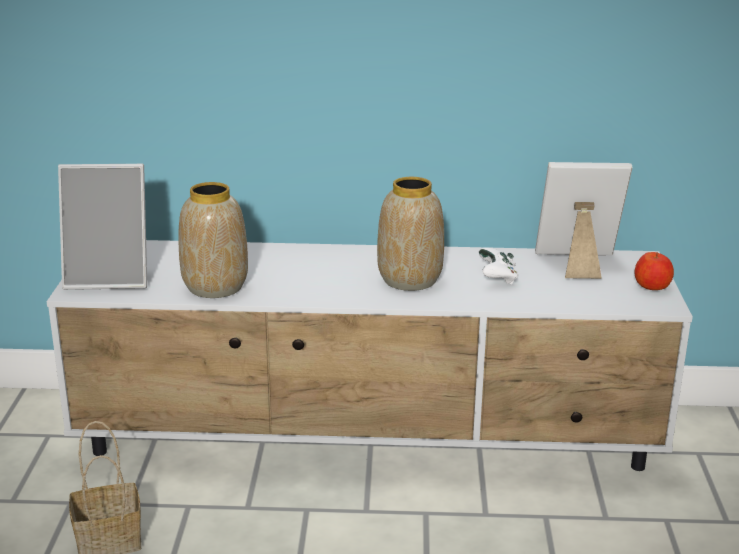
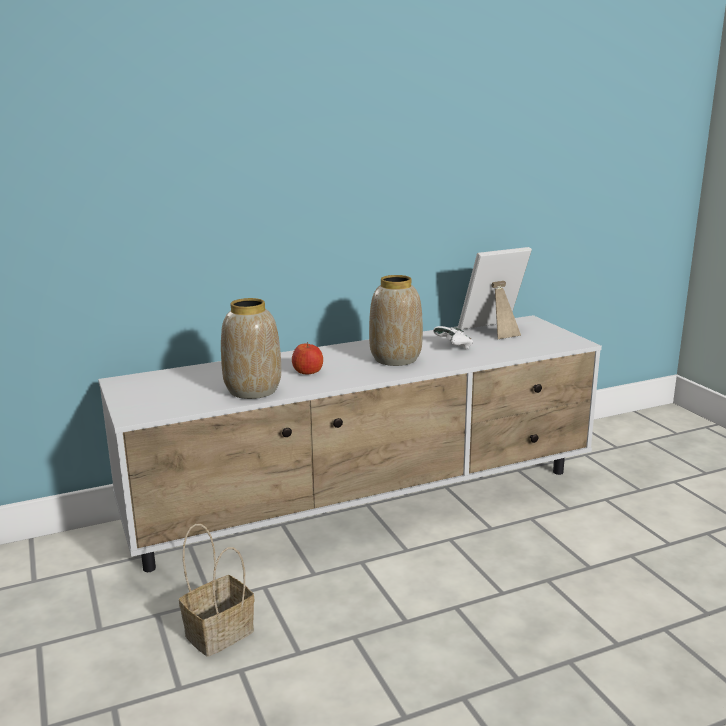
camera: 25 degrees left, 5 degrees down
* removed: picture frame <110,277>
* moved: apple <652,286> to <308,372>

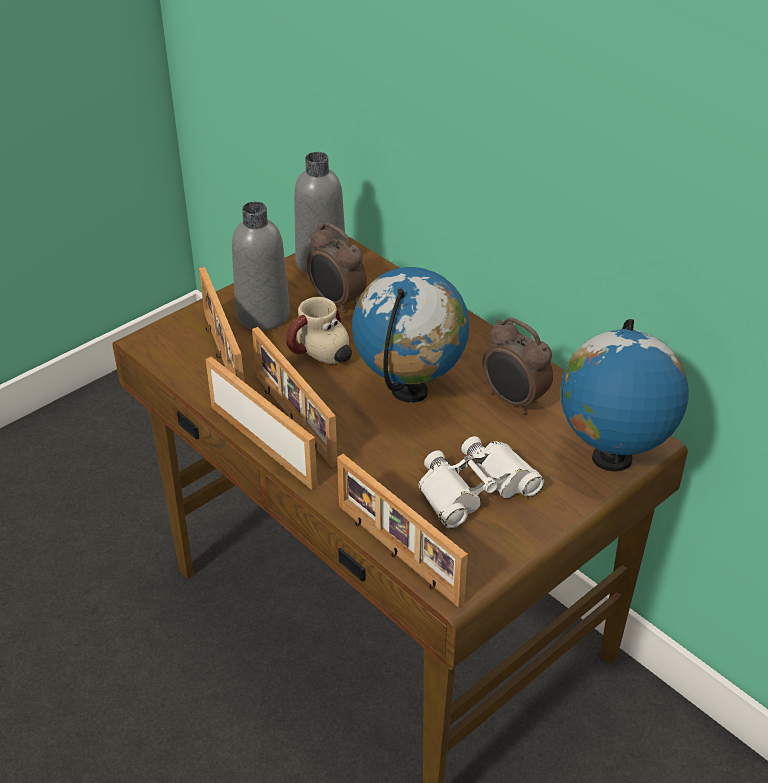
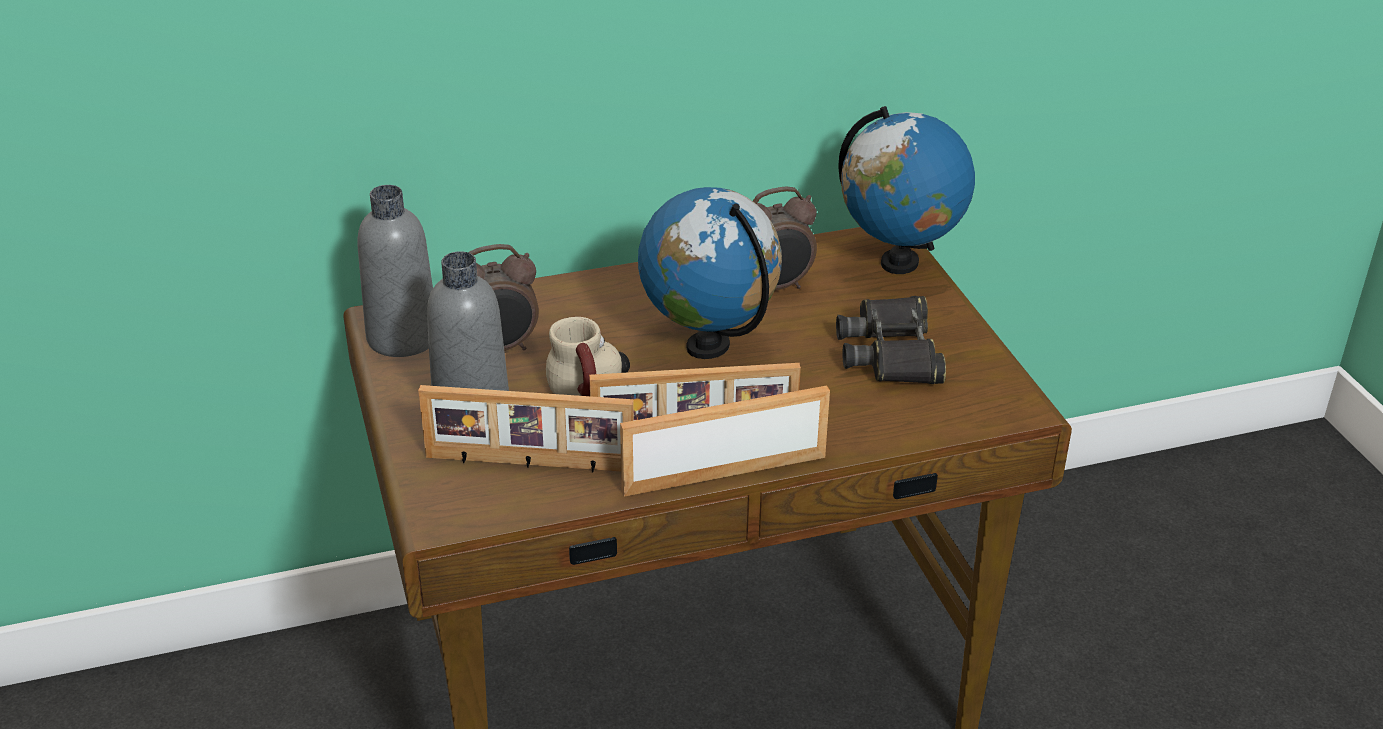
camera: 65 degrees left, 5 degrees down
* recoloured: binoculars in white <475,489> to binoculars in black <891,352>
* removed: picture frame <396,554>

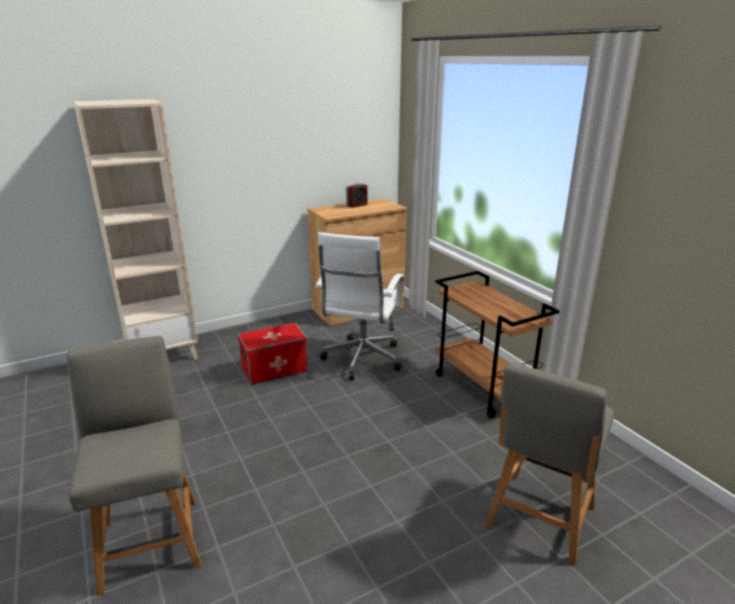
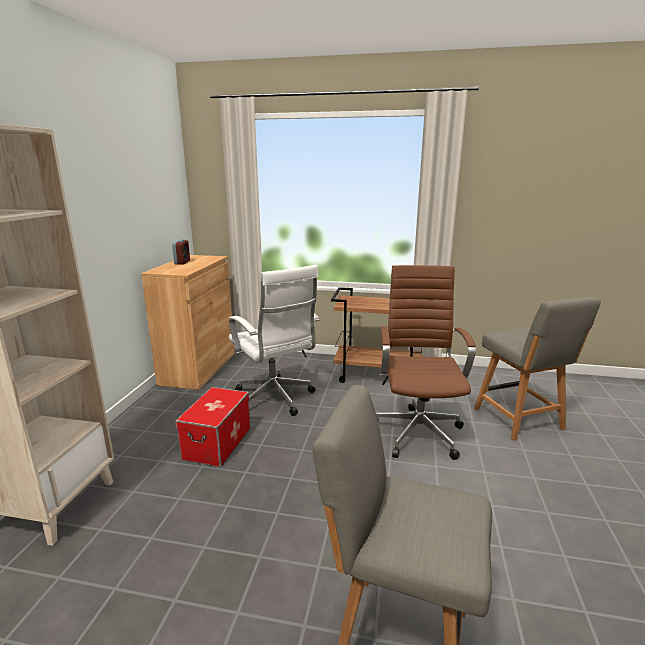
camera: 50 degrees left, 5 degrees down
* added: office chair in brown <417,431>

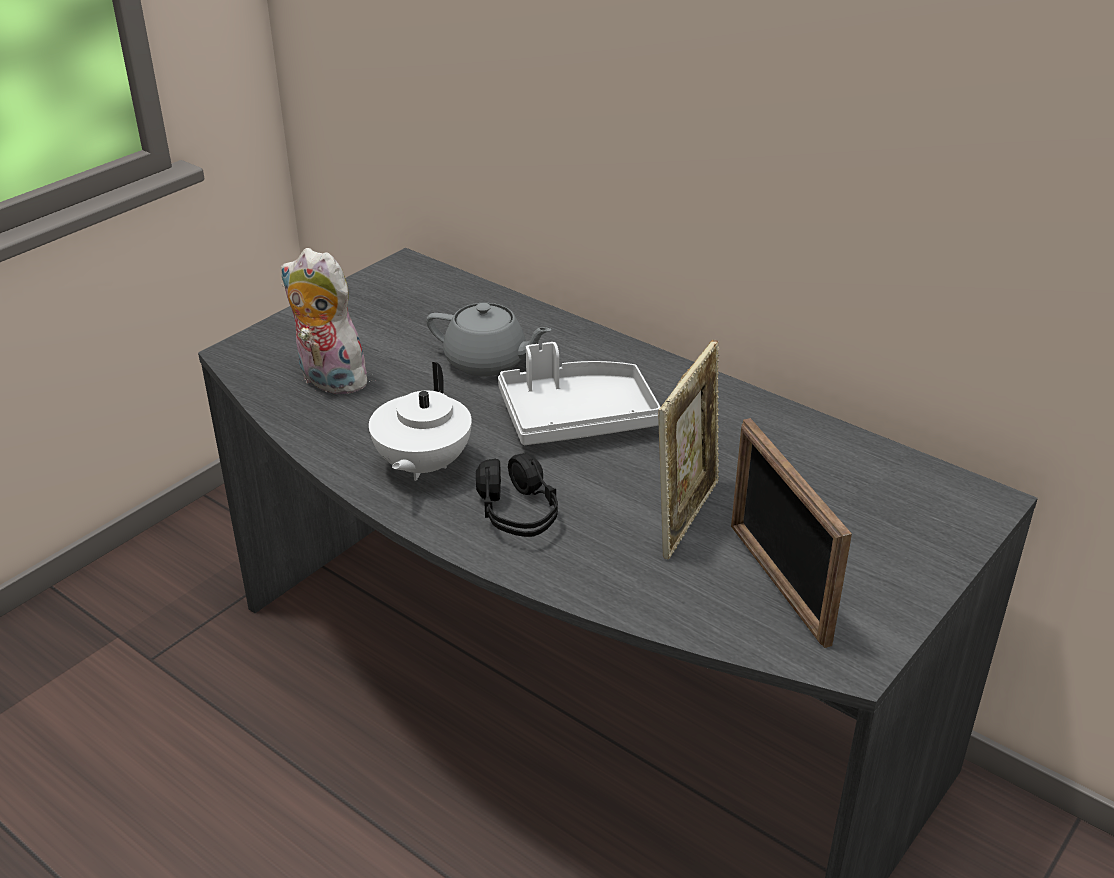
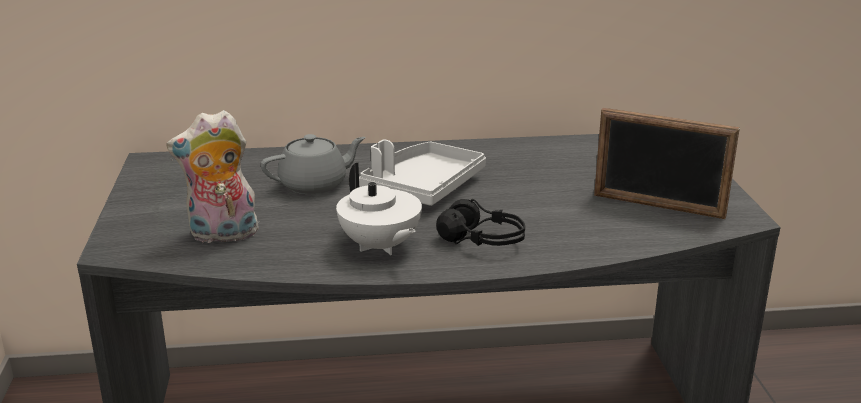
camera: 45 degrees left, 10 degrees down
* removed: picture frame <686,516>

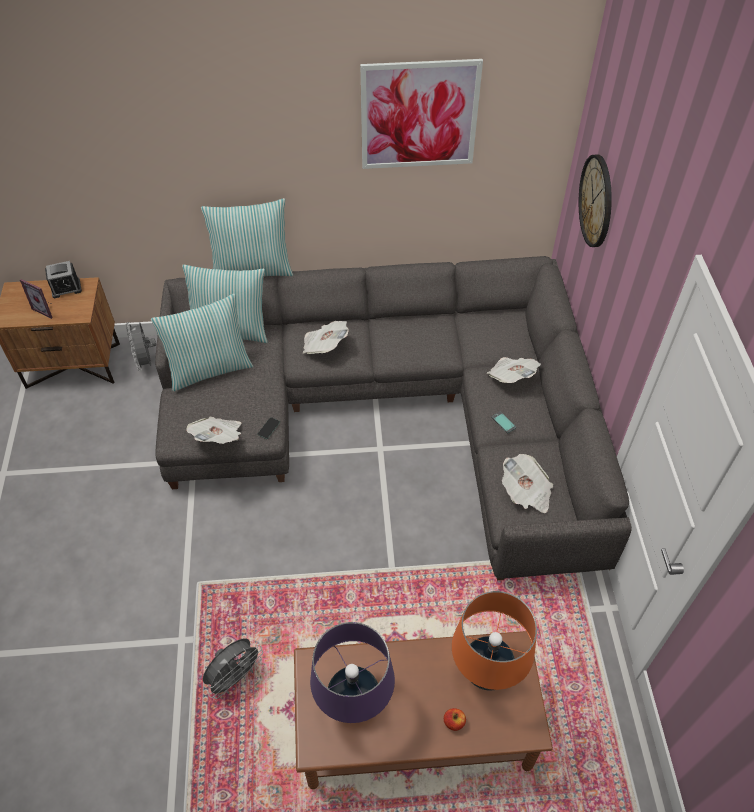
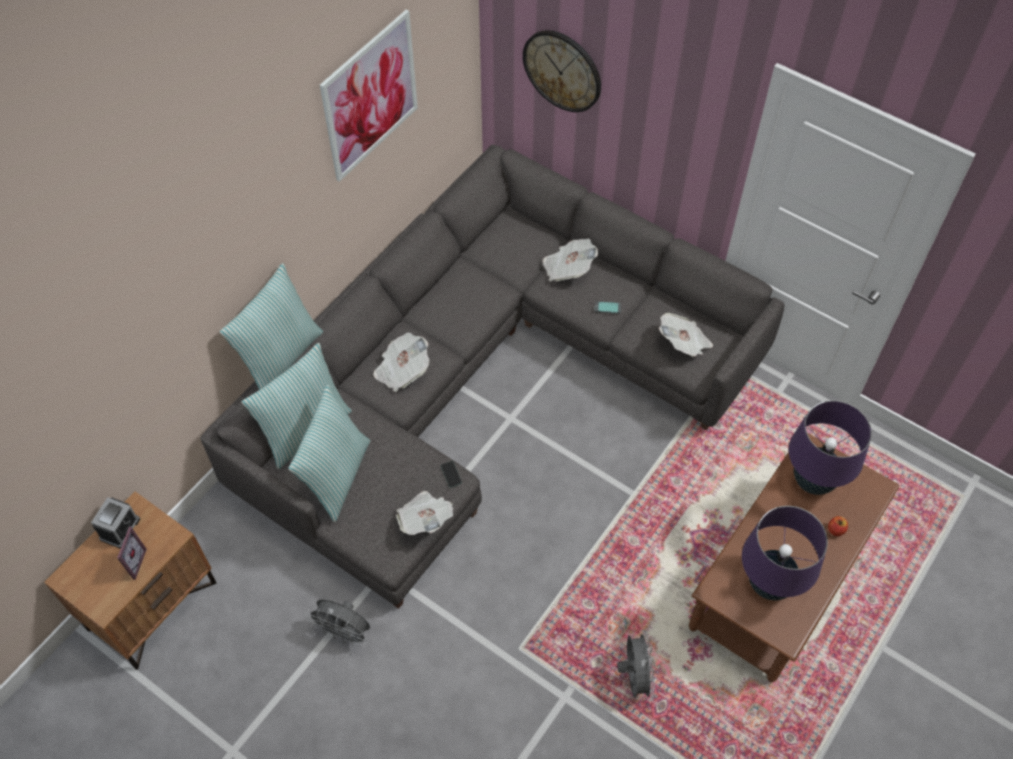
camera: 50 degrees left, 5 degrees up
* turned: picture frame <47,309> = <131,562> 60 degrees counterclockwise
* moved: fan in grey <146,362> to <344,632>
* recoloured: table lamp in orange <486,671> to table lamp in purple <813,480>

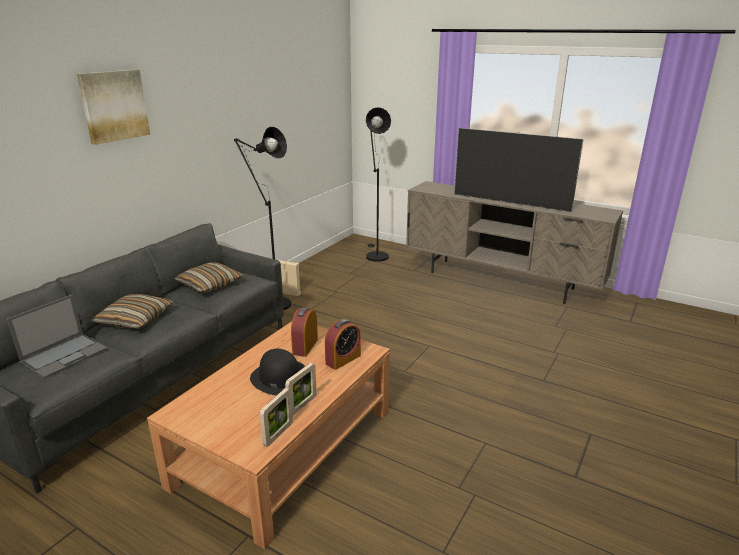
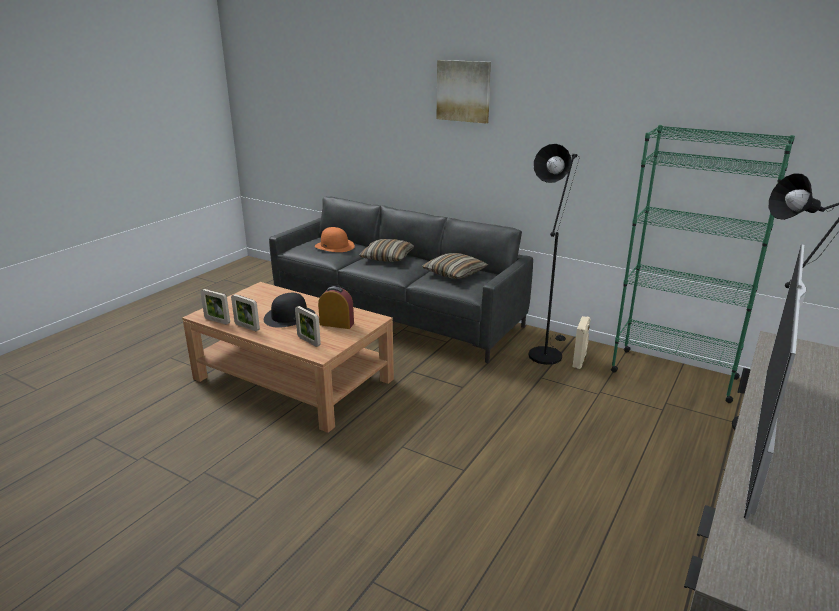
camera: 90 degrees right, 0 degrees up
* replaced: laptop <65,355> to hat in orange <335,246>
* replaced: alarm clock <343,359> to picture frame <308,341>
* added: bookcase in green <672,374>

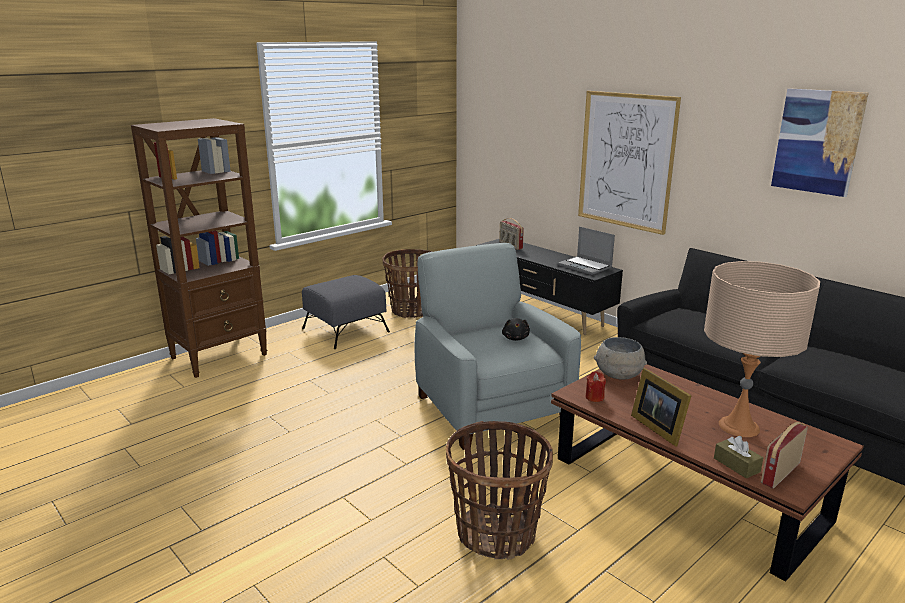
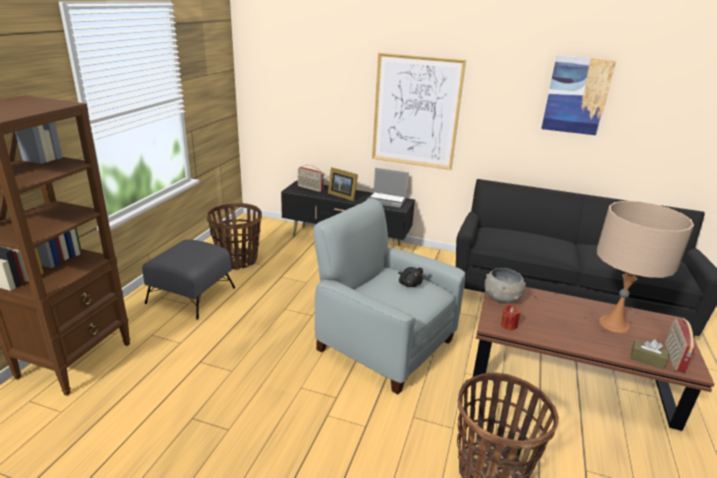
camera: 30 degrees left, 5 degrees up
* moved: picture frame <658,427> to <342,195>

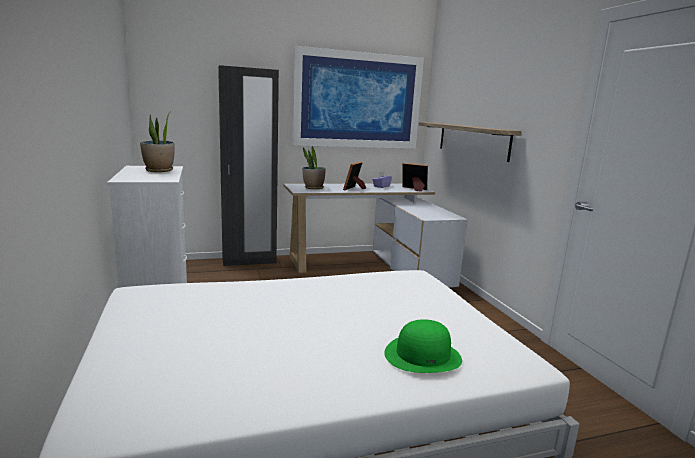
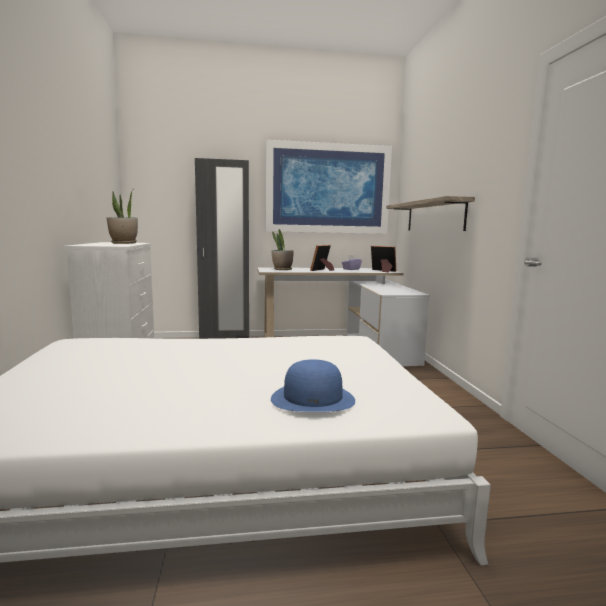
camera: 10 degrees right, 5 degrees down
* recoloured: hat in green <423,355> to hat in blue <313,398>

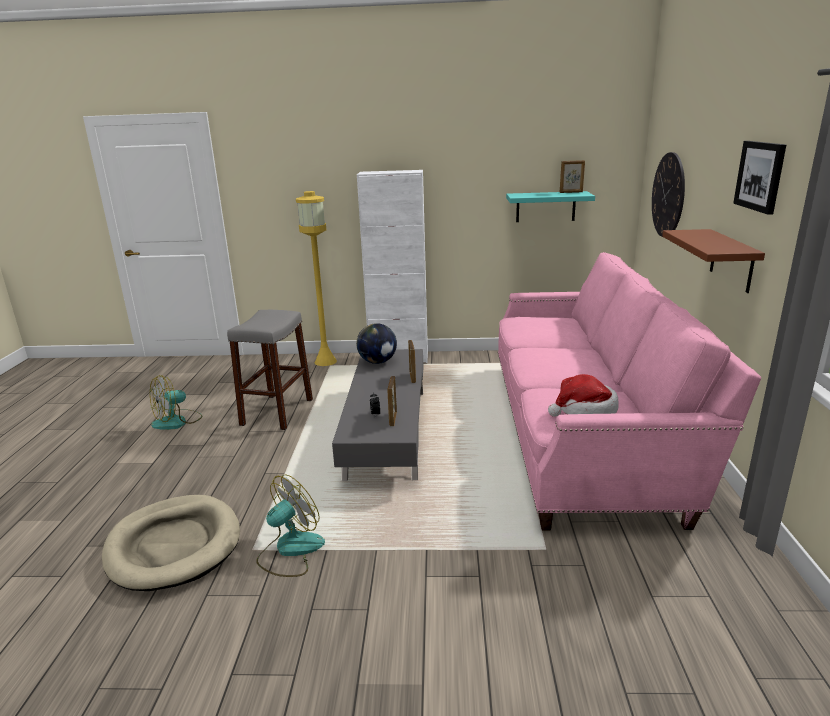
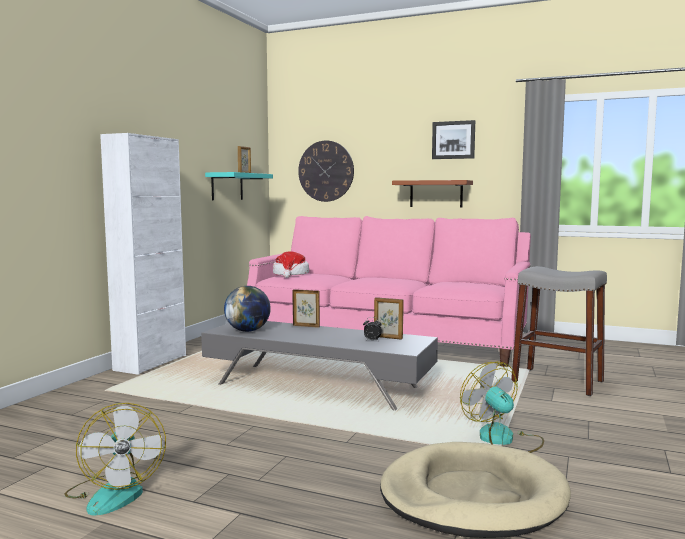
camera: 70 degrees left, 15 degrees down
* removed: floor lamp in yellow <326,361>
* moved: stool in grey <277,412> to <557,381>
* moved: hat <585,410> to <290,274>

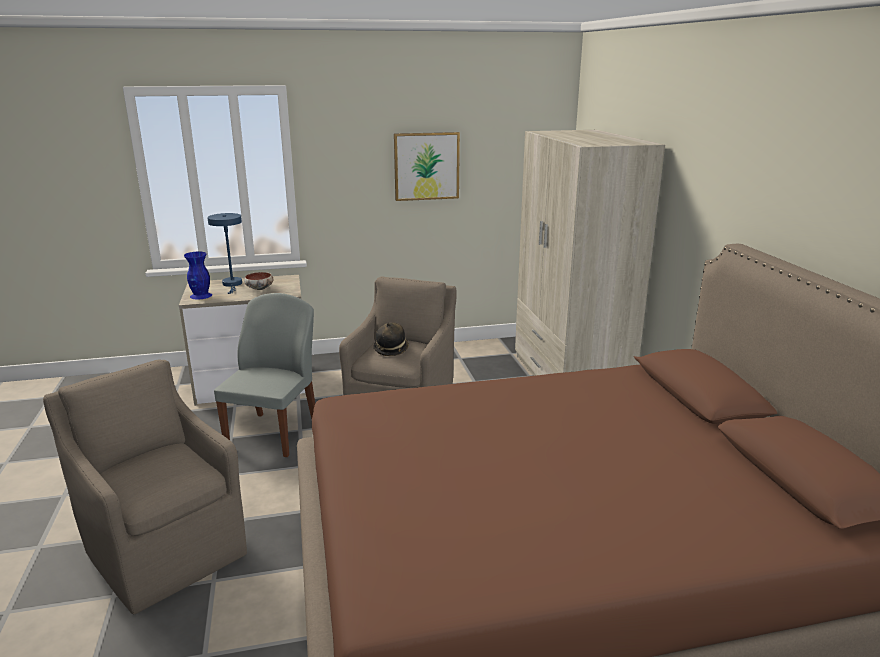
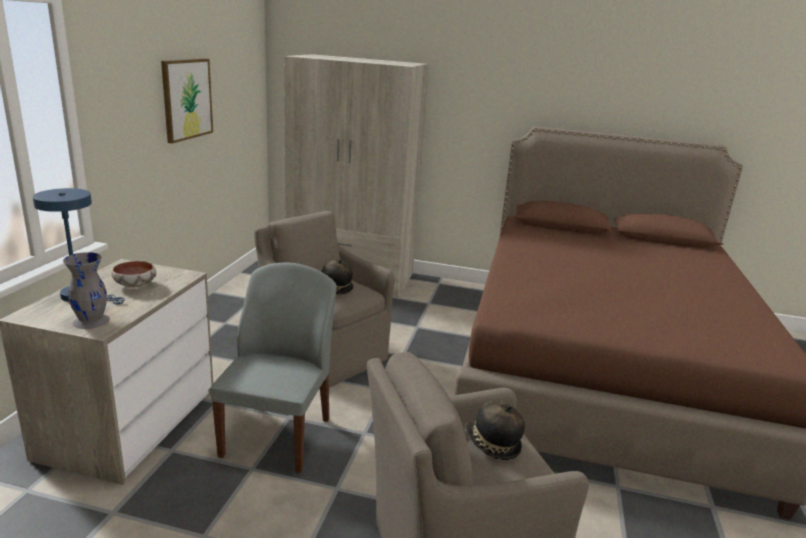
camera: 65 degrees left, 0 degrees up
* recoloured: vase in blue <201,296> to vase in grey <92,321>
* turned: chair in grey <274,433> = <278,435> 60 degrees clockwise
* added: hat <491,444>

